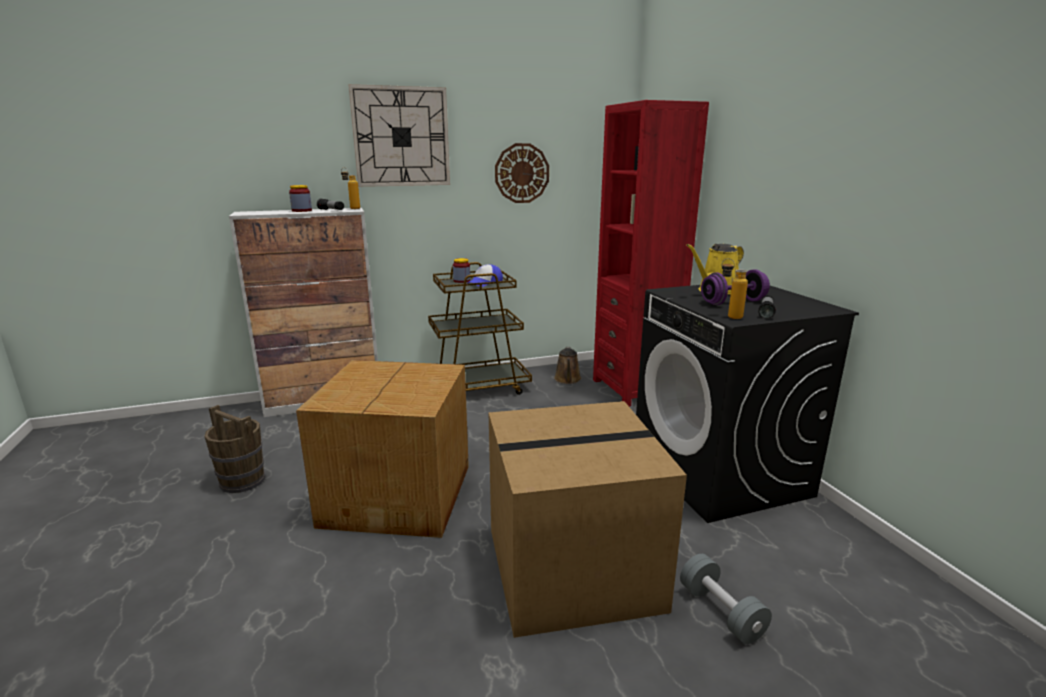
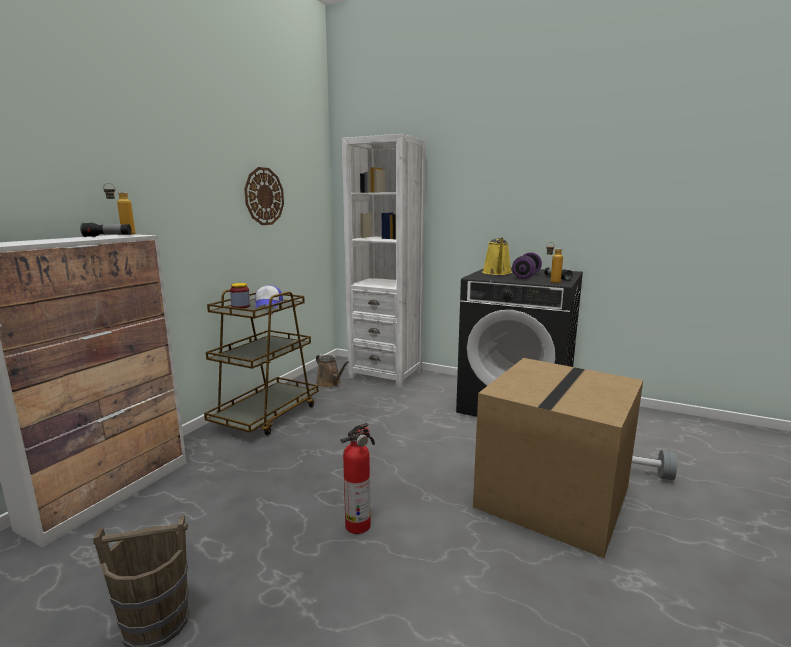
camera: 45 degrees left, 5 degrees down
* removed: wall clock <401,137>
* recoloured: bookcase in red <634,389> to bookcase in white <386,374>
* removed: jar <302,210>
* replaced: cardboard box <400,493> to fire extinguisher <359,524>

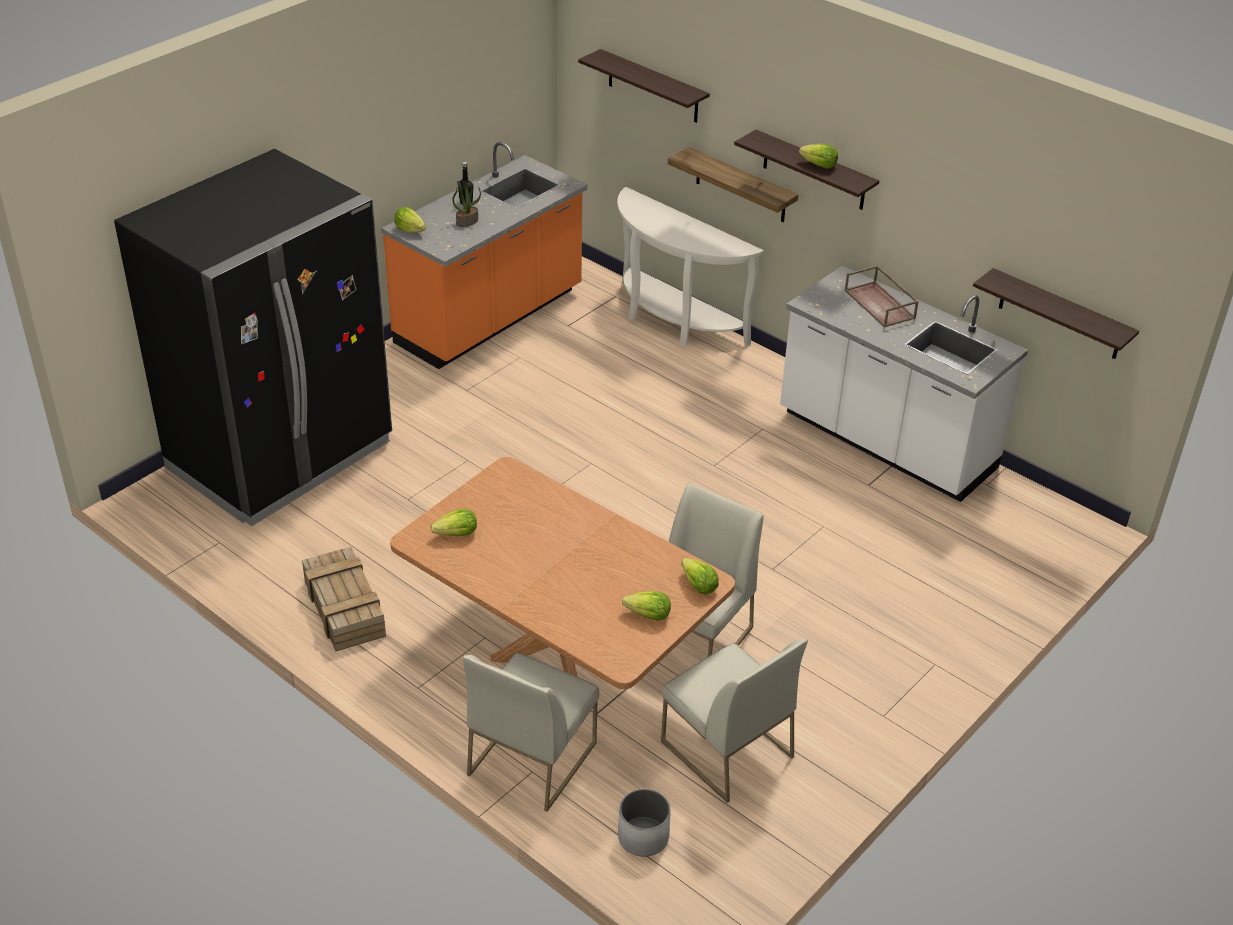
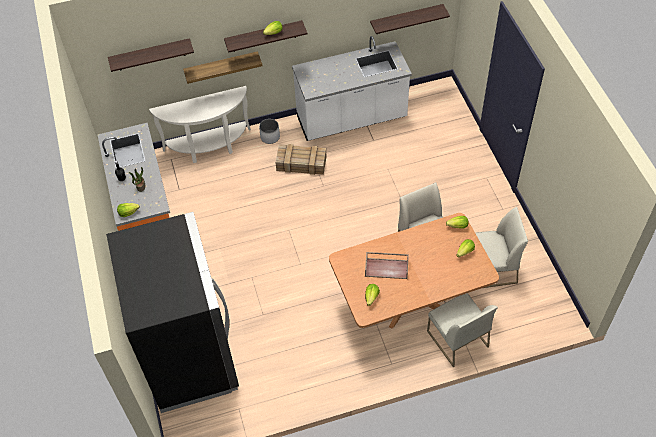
camera: 55 degrees left, 15 degrees up
* moved: tray in brown <880,304> to <387,268>
* moved: crate <343,607> to <300,163>
* moved: planter in white <643,837> to <270,137>

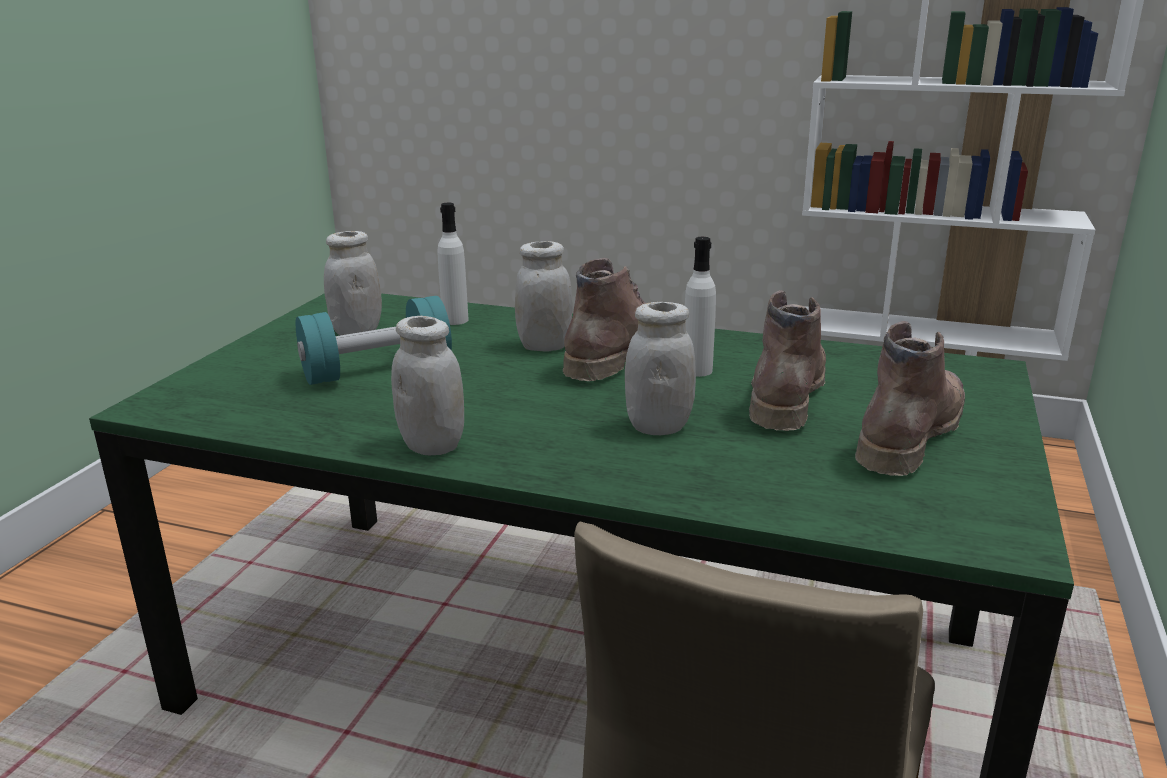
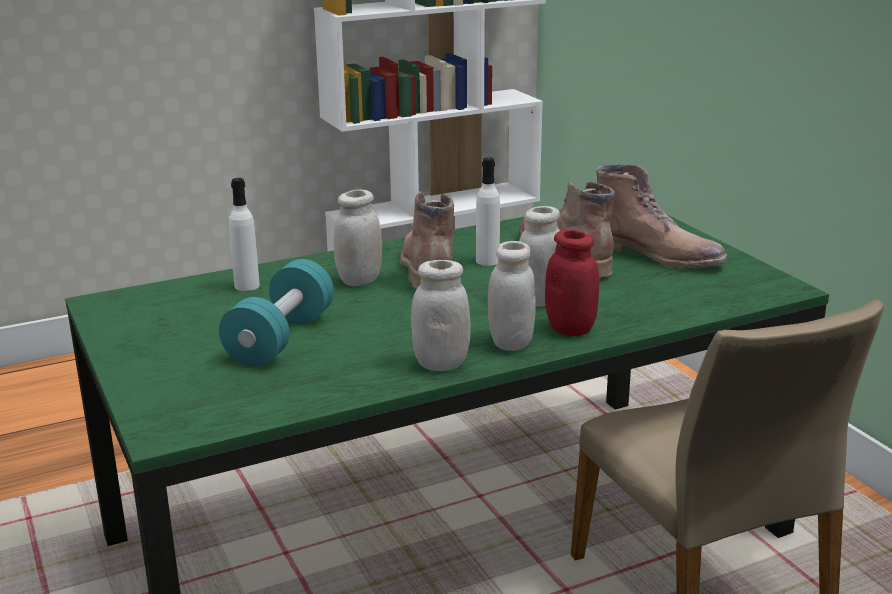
camera: 45 degrees left, 0 degrees up
* moved: jar in white <357,331> to <511,343>
* turned: boot in brown <908,433> = <656,255> 135 degrees clockwise
* added: jar in red <570,329>

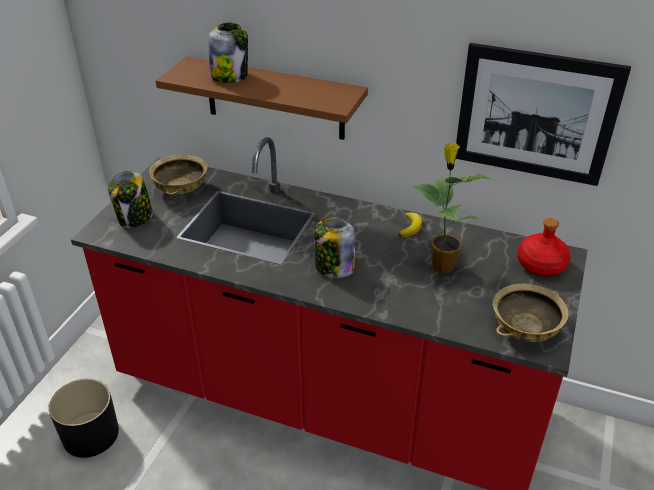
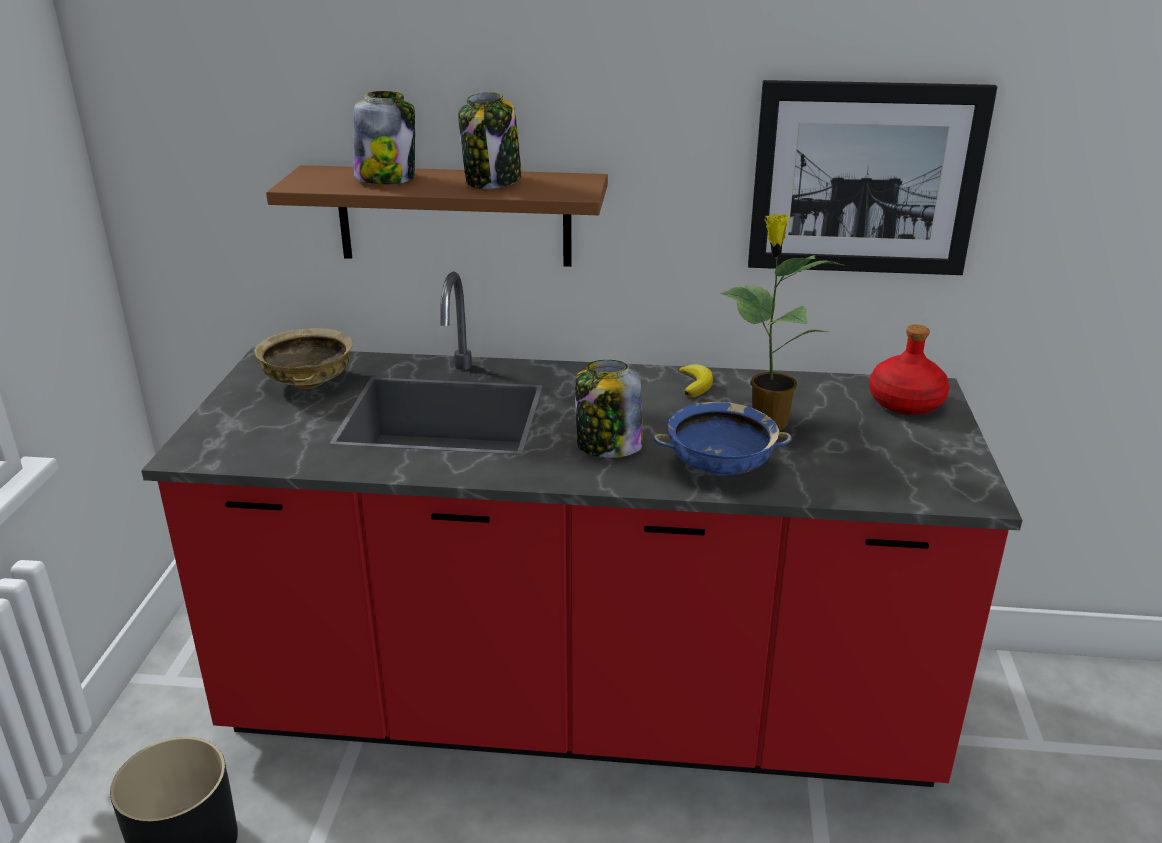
camera: 15 degrees left, 10 degrees down
* moved: jar <135,218> to <493,181>
* removed: bowl in beige <524,329>
* added: bowl in blue <721,466>

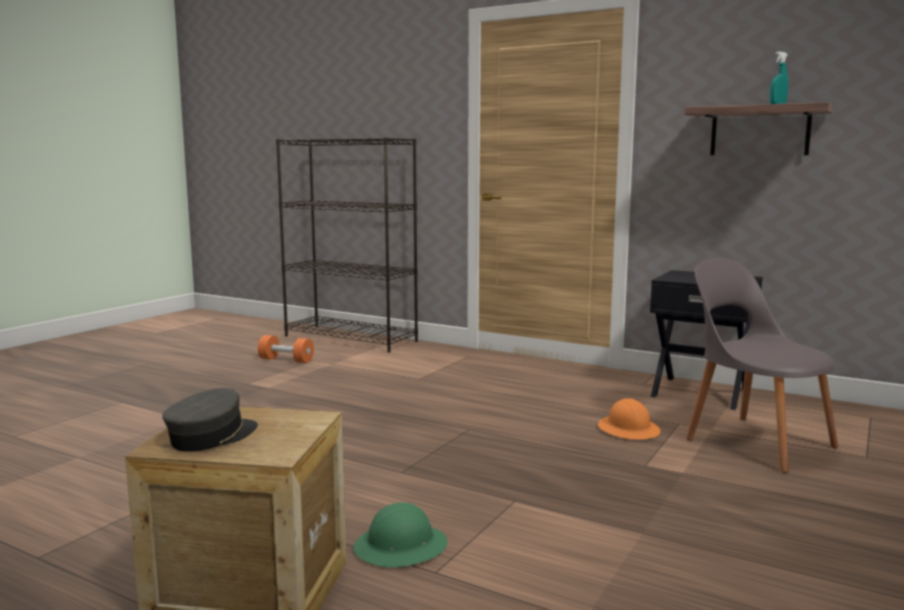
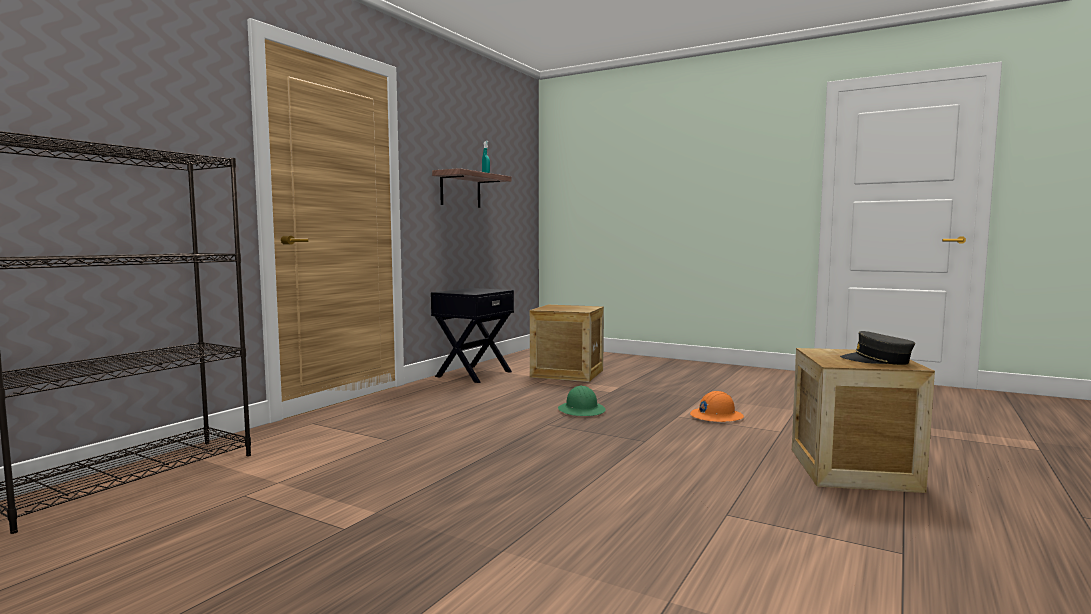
camera: 90 degrees left, 5 degrees down
* replaced: chair in grey <755,441> to crate <567,373>
* removed: dumbbell in orange <286,360>
* moved: hard hat in orange <629,430> to <716,416>
* moved: hard hat in green <401,548> to <581,410>

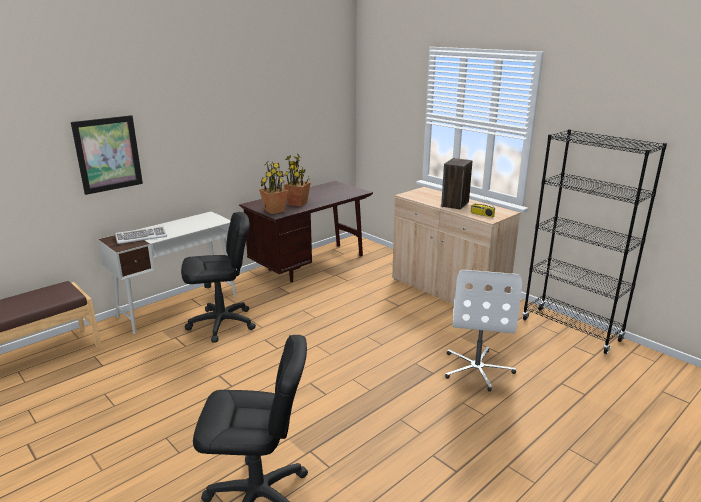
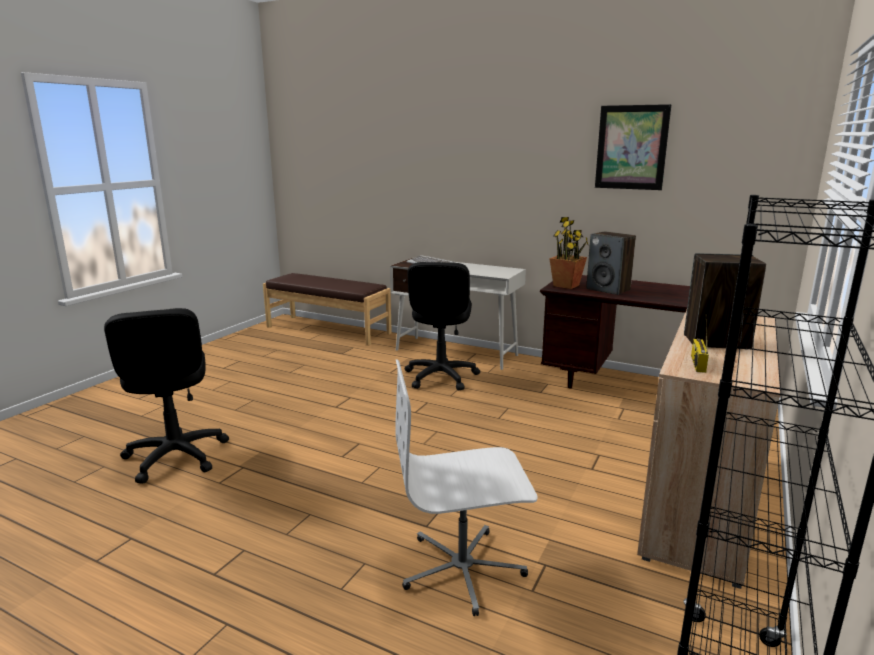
camera: 70 degrees right, 5 degrees down
* moved: picture <108,154> to <631,147>
* replaced: potted plant <298,203> to speaker <608,289>
* turned: office chair in black <222,324> = <440,377> 45 degrees clockwise

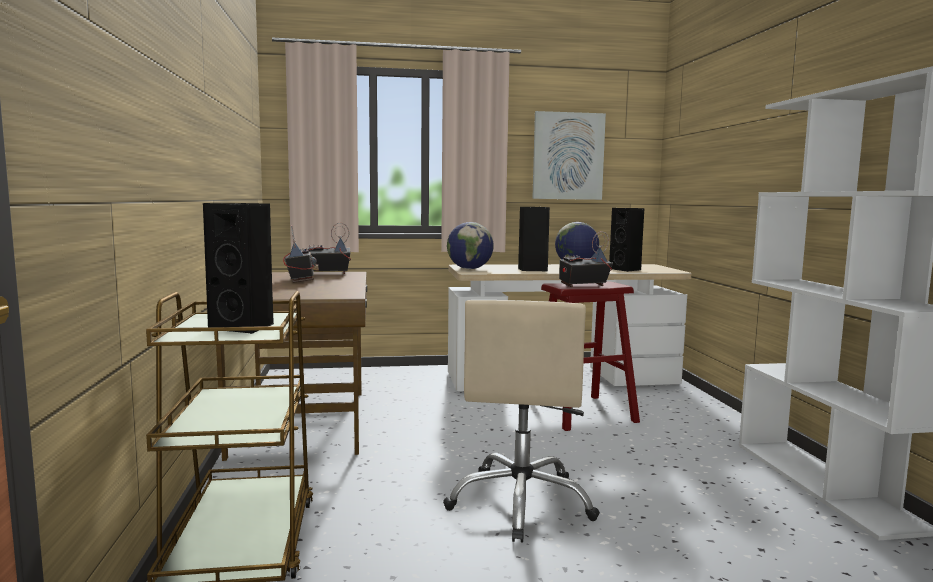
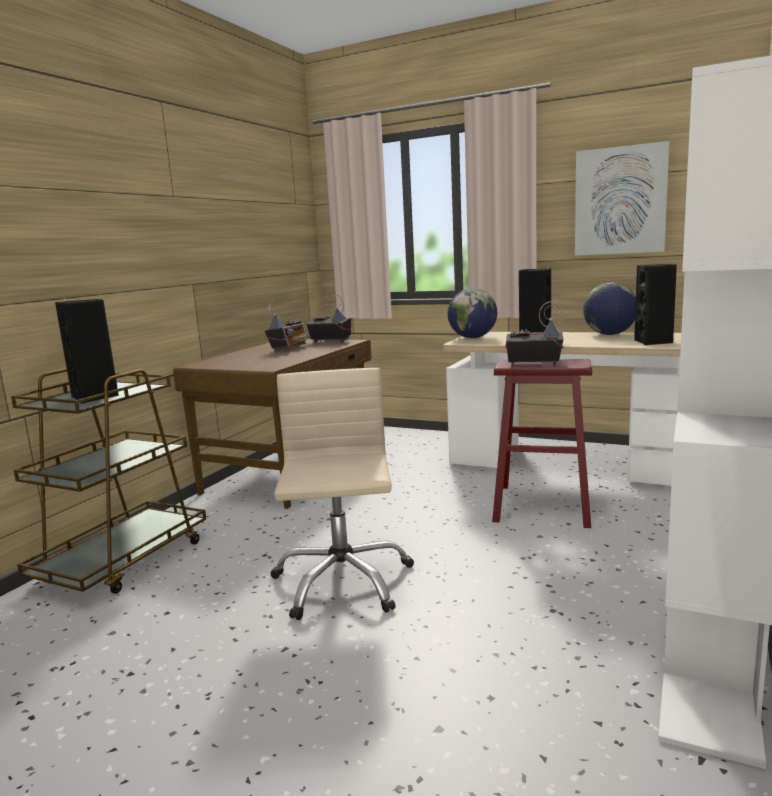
camera: 35 degrees right, 5 degrees up
* turned: office chair in beige <521,503> = <342,582> 135 degrees clockwise

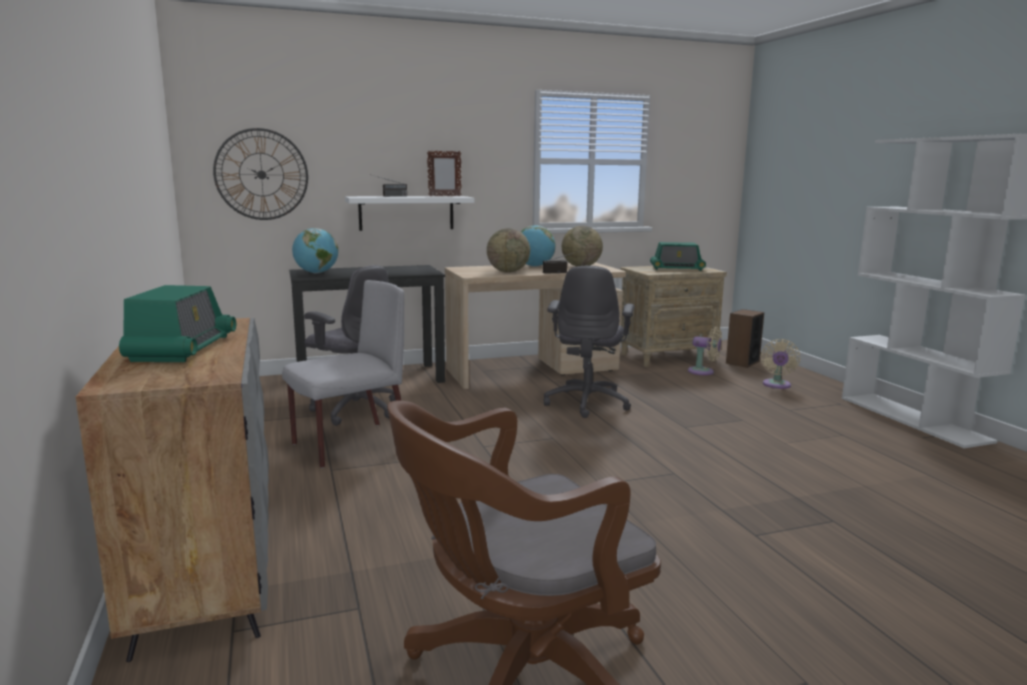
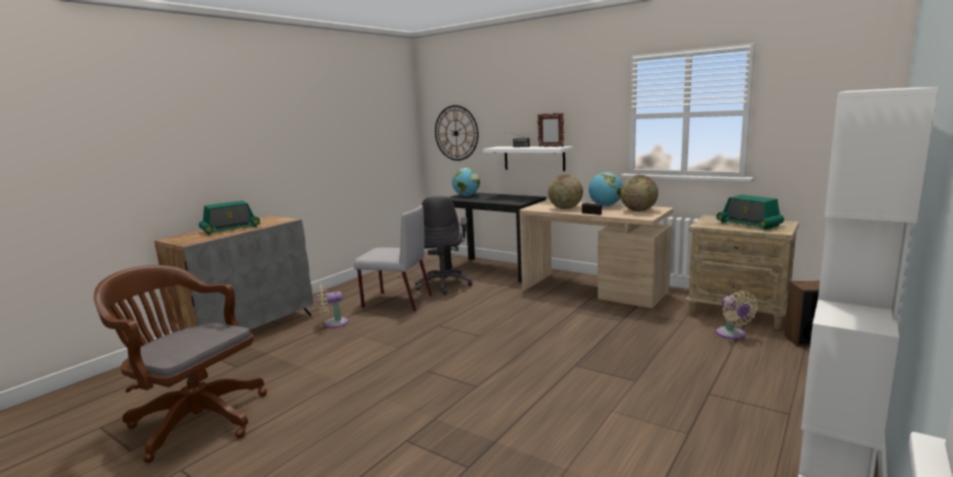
camera: 55 degrees right, 0 degrees up
* removed: office chair in grey <587,403>
* moved: fan in beige <776,385> to <333,323>

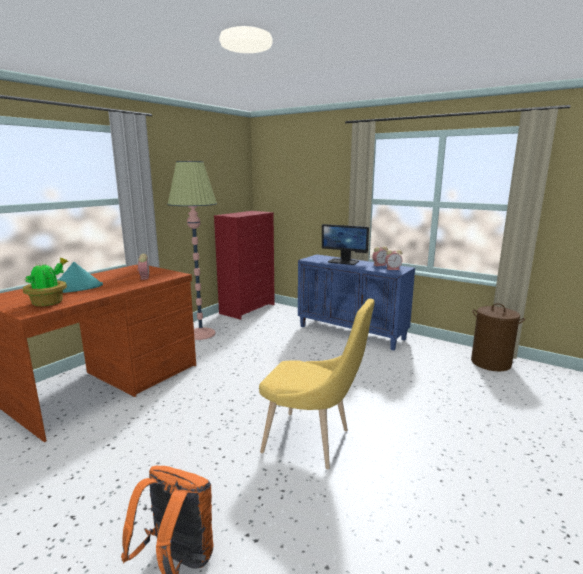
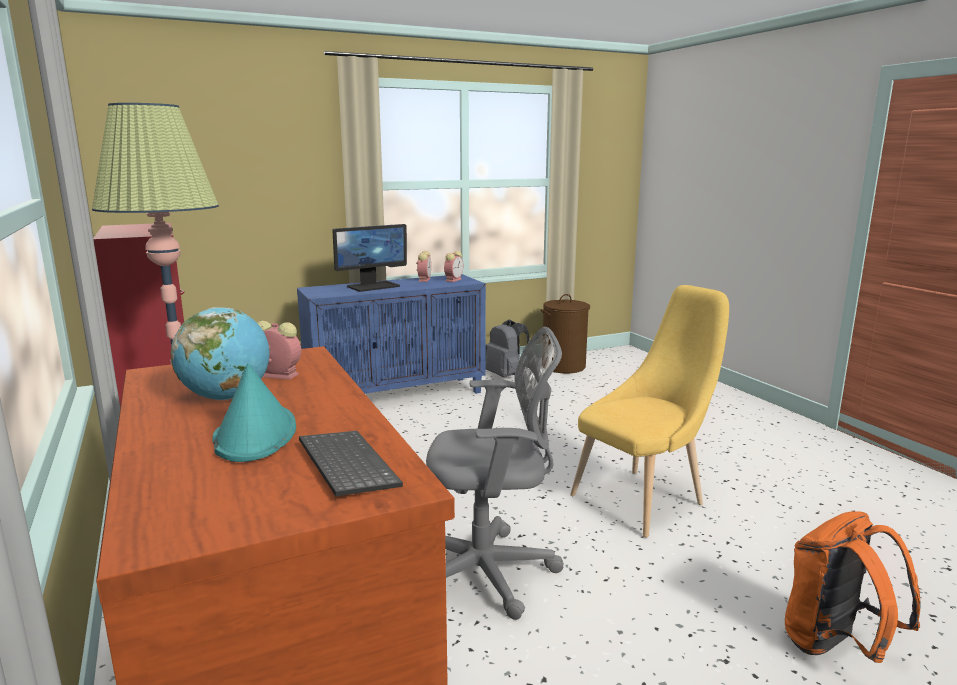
camera: 60 degrees left, 0 degrees up
* replaced: potted plant <49,302> to keyboard <344,464>
* added: globe <227,397>
* added: backpack in grey <506,376>
* added: office chair in grey <489,572>

